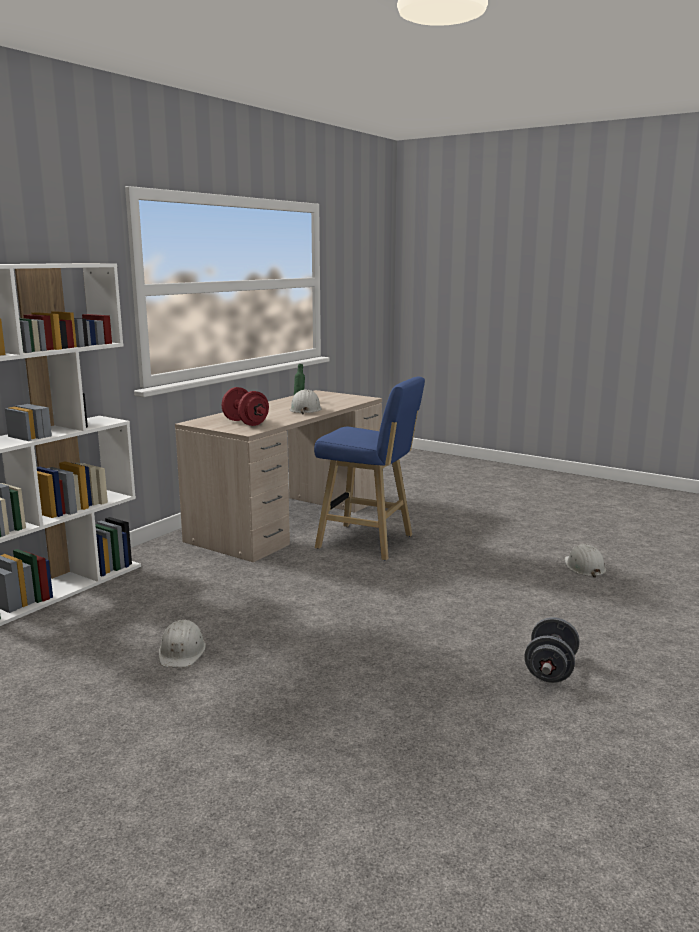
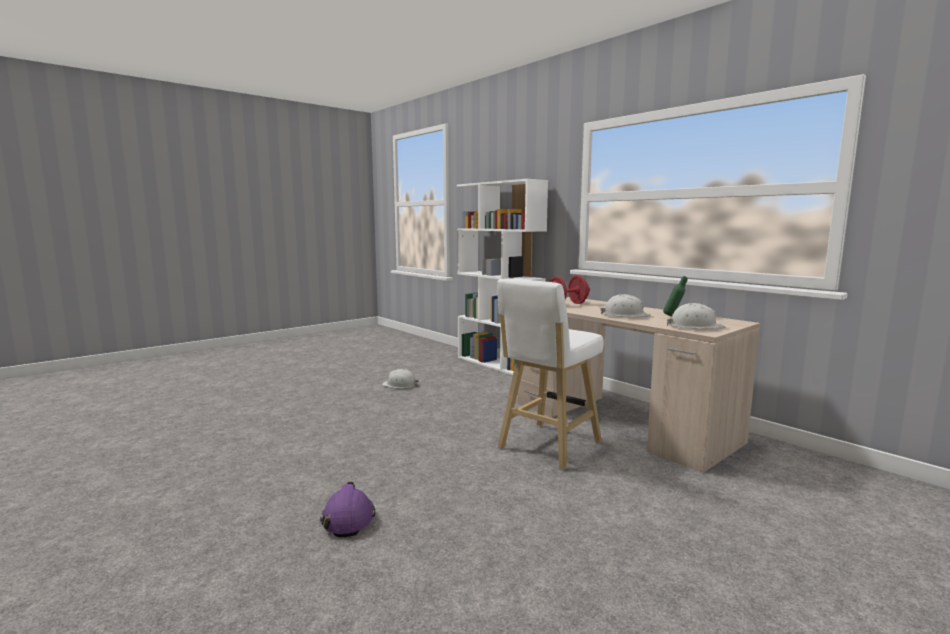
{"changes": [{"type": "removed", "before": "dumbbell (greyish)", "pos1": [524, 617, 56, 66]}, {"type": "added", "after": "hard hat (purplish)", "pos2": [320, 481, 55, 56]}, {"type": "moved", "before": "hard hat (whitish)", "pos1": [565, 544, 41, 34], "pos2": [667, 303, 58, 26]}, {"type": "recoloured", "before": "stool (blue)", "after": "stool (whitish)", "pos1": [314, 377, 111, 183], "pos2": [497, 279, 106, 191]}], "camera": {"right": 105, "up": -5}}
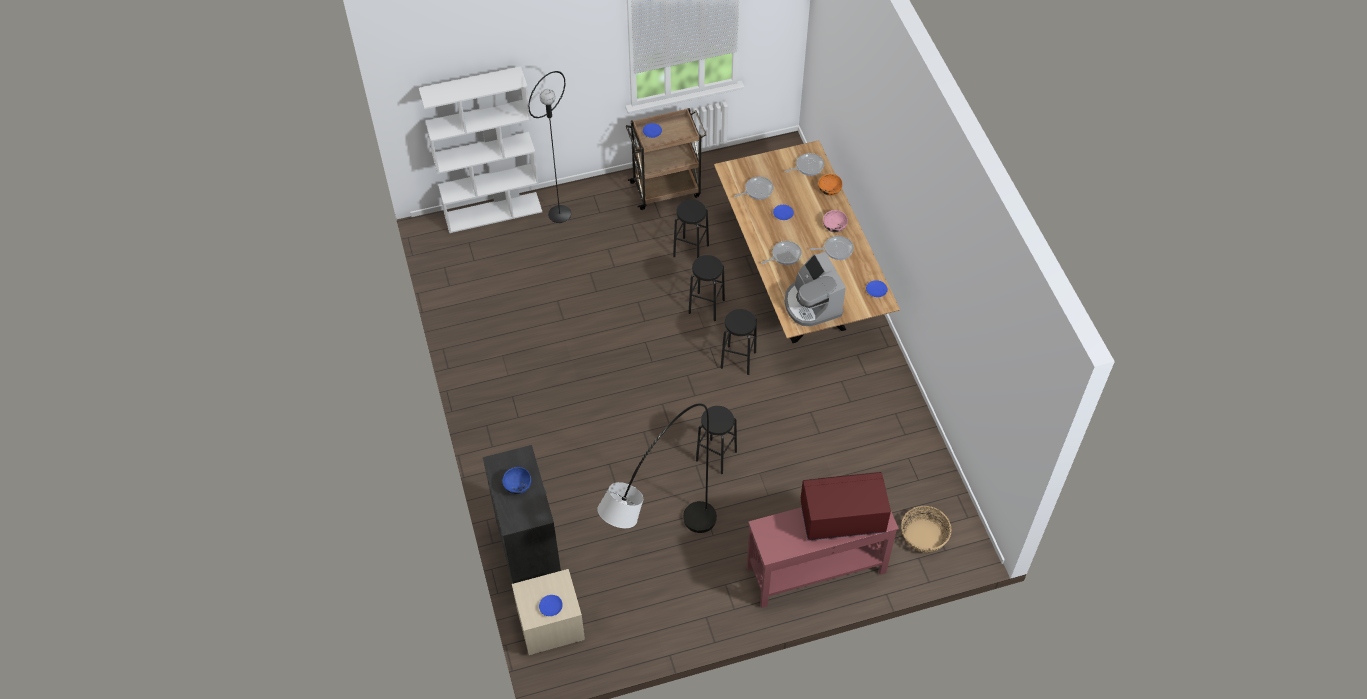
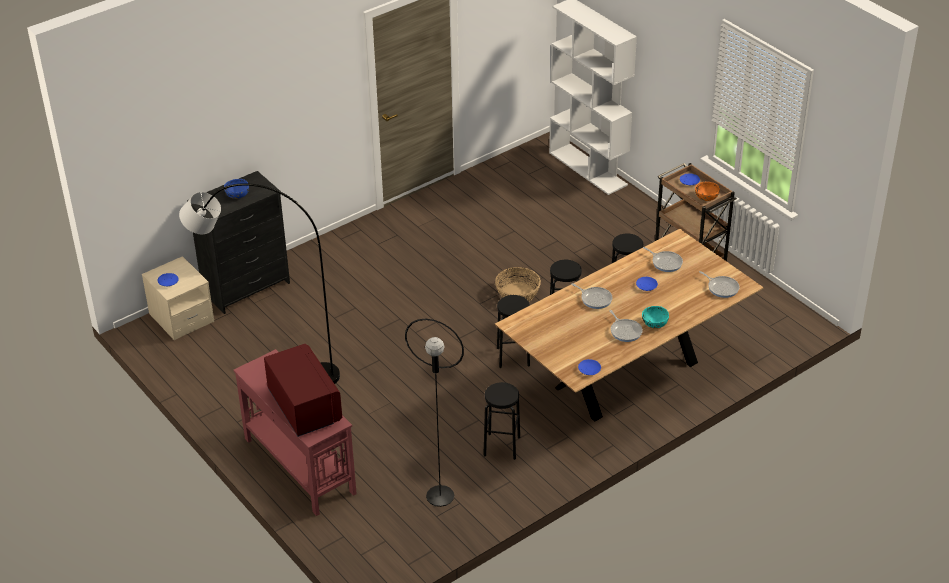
{"changes": [{"type": "removed", "before": "coffee maker", "pos1": [785, 252, 61, 74]}, {"type": "moved", "before": "floor lamp (blackish)", "pos1": [528, 71, 43, 152], "pos2": [405, 318, 59, 189]}, {"type": "moved", "before": "stool (blackish)", "pos1": [696, 406, 41, 68], "pos2": [483, 382, 37, 78]}, {"type": "moved", "before": "bowl (orange)", "pos1": [818, 174, 25, 22], "pos2": [695, 182, 25, 19]}, {"type": "moved", "before": "storage basket", "pos1": [901, 506, 51, 47], "pos2": [495, 267, 46, 35]}, {"type": "recoloured", "before": "bowl (pinkish)", "after": "bowl (turquoise)", "pos1": [823, 210, 25, 22], "pos2": [642, 306, 27, 22]}], "camera": {"right": 70, "up": -15}}
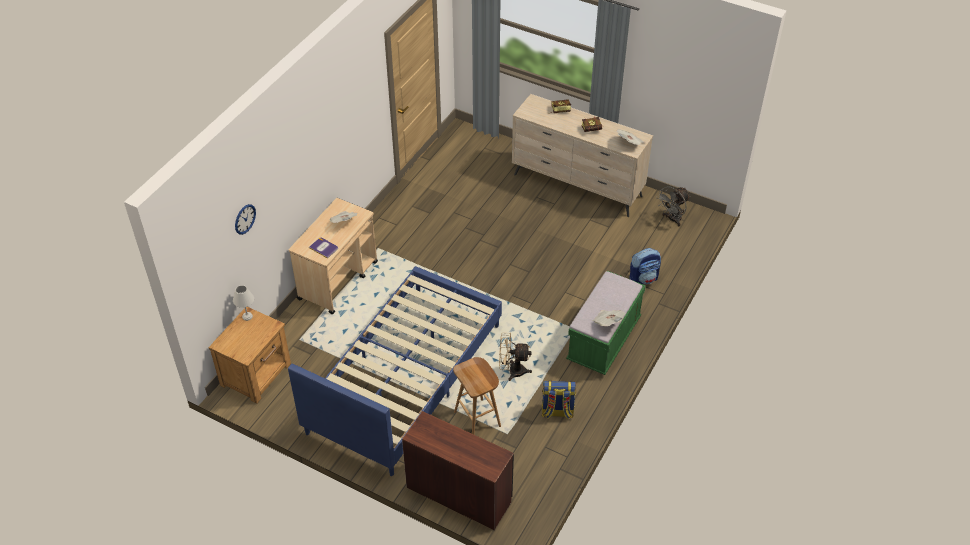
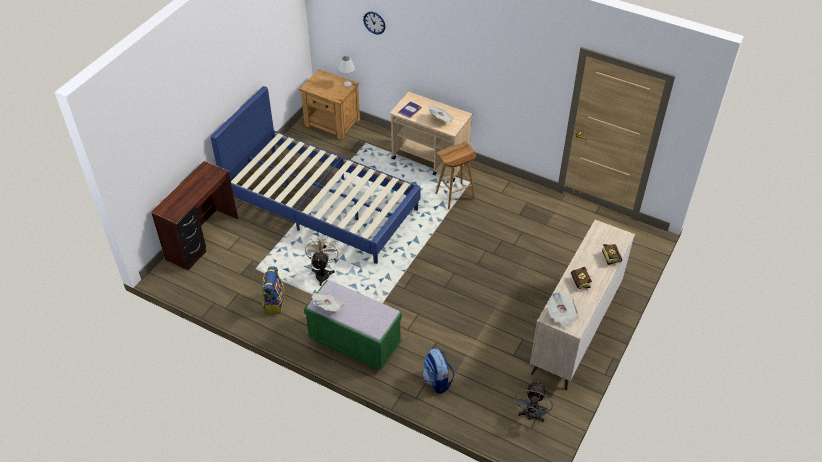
{"changes": [{"type": "moved", "before": "stool (brown-coloured)", "pos1": [453, 357, 48, 77], "pos2": [435, 141, 41, 68]}, {"type": "turned", "before": "cooling fan (greyish)", "pos1": [656, 186, 35, 40], "pos2": [513, 381, 40, 41], "turn": -120}], "camera": {"right": 90, "up": 0}}
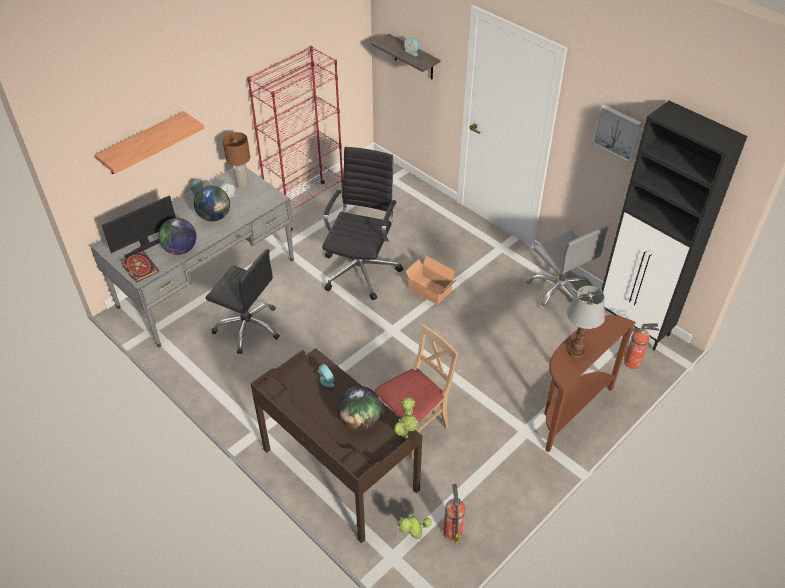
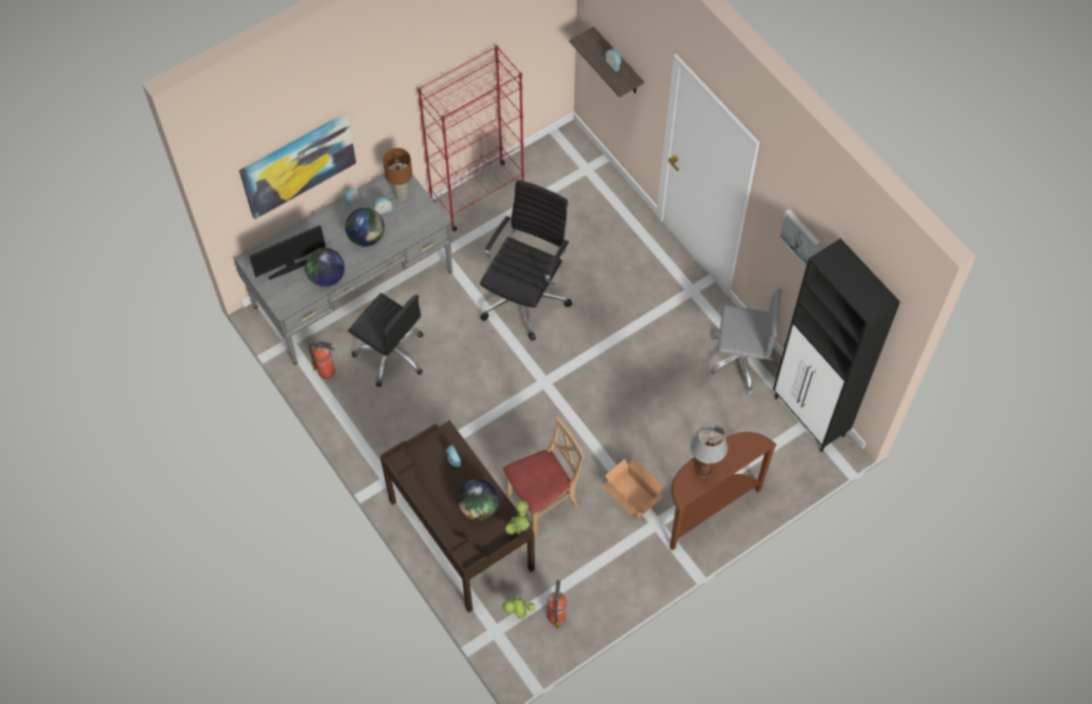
{"changes": [{"type": "removed", "before": "volume", "pos1": [120, 250, 39, 33]}, {"type": "moved", "before": "carton", "pos1": [405, 256, 51, 49], "pos2": [602, 457, 61, 62]}, {"type": "moved", "before": "extinguisher", "pos1": [622, 323, 37, 46], "pos2": [309, 341, 26, 38]}, {"type": "replaced", "before": "wall shelf", "after": "wall art", "pos1": [95, 111, 109, 63], "pos2": [239, 113, 117, 106]}, {"type": "turned", "before": "computer chair (greyish)", "pos1": [526, 226, 83, 85], "pos2": [707, 289, 74, 105], "turn": -60}], "camera": {"right": 10, "up": 15}}
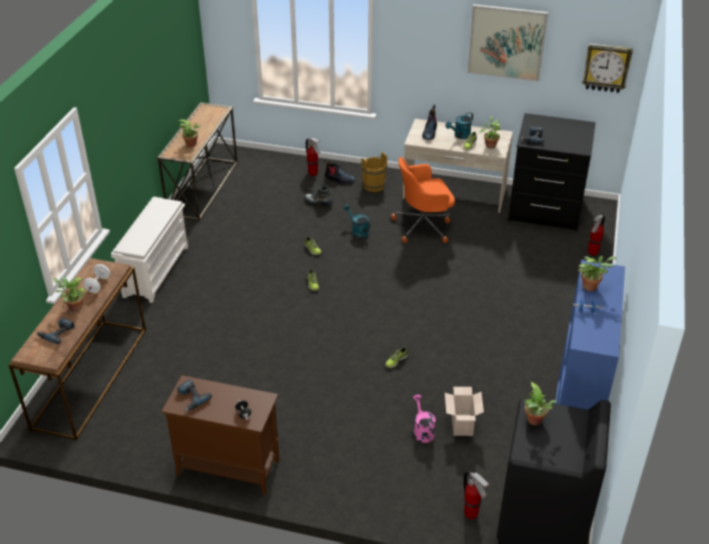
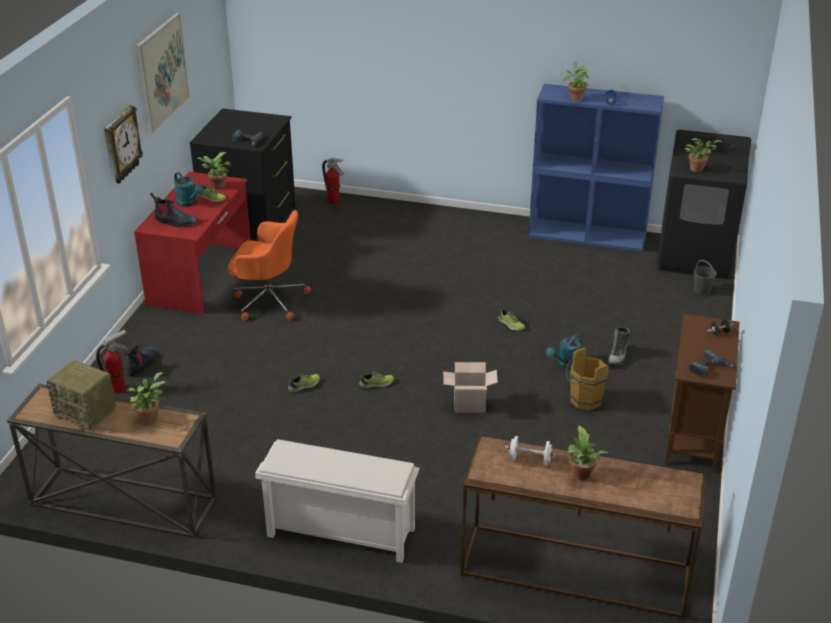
{"changes": [{"type": "removed", "before": "power drill", "pos1": [37, 317, 38, 27]}, {"type": "removed", "before": "watering pot (pinkish)", "pos1": [413, 395, 23, 48]}, {"type": "added", "after": "radio receiver", "pos2": [46, 360, 70, 70]}, {"type": "moved", "before": "high-top boot", "pos1": [304, 184, 29, 23], "pos2": [607, 327, 24, 41]}, {"type": "moved", "before": "watering pot (turquoise)", "pos1": [343, 204, 27, 34], "pos2": [546, 332, 38, 37]}, {"type": "moved", "before": "water bucket (brown-coloured)", "pos1": [360, 152, 28, 40], "pos2": [566, 347, 43, 63]}, {"type": "moved", "before": "carton", "pos1": [445, 387, 39, 49], "pos2": [443, 362, 55, 51]}, {"type": "moved", "before": "clock on the wall", "pos1": [582, 43, 51, 50], "pos2": [104, 105, 39, 79]}, {"type": "replaced", "before": "extinguisher", "after": "water bucket (greyish)", "pos1": [464, 471, 26, 48], "pos2": [694, 260, 23, 35]}, {"type": "recoloured", "before": "desk table (beige-coloured)", "after": "desk table (reddish)", "pos1": [403, 119, 110, 94], "pos2": [134, 172, 117, 142]}, {"type": "turned", "before": "computer chair (orange)", "pos1": [391, 157, 64, 86], "pos2": [228, 210, 83, 111], "turn": -60}], "camera": {"right": -90, "up": -5}}
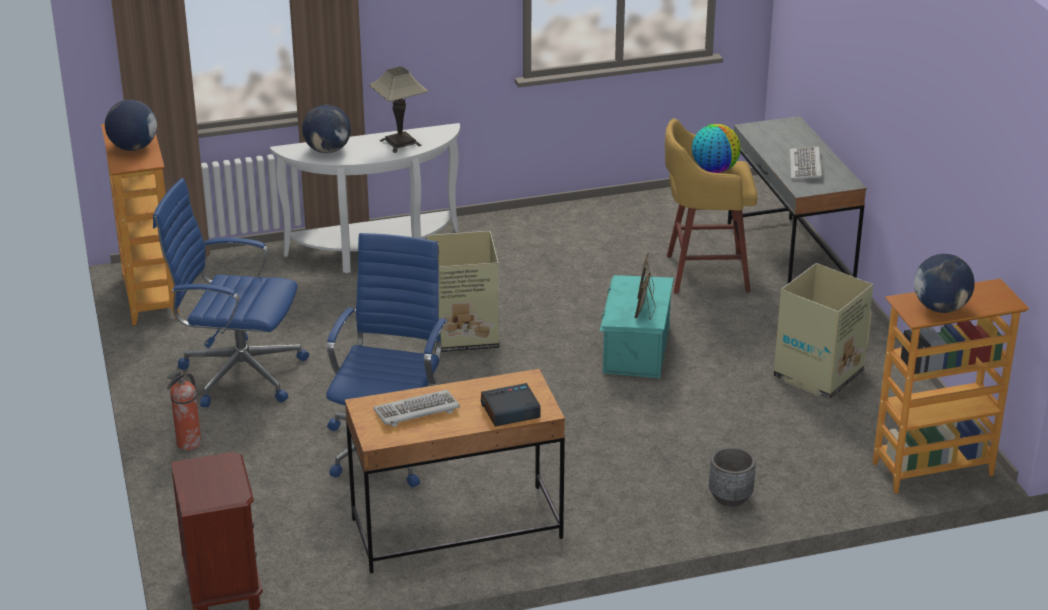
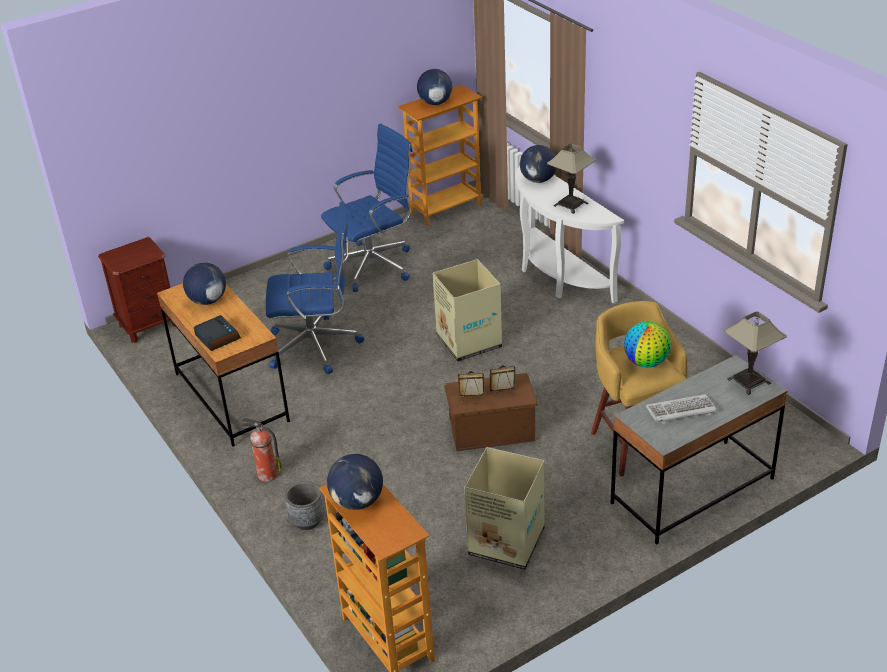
{"changes": [{"type": "added", "after": "tabletop lamp", "pos2": [724, 312, 62, 83]}, {"type": "moved", "before": "extinguisher", "pos1": [167, 370, 34, 80], "pos2": [240, 418, 42, 64]}, {"type": "replaced", "before": "computer keyboard", "after": "desk globe", "pos1": [373, 390, 87, 37], "pos2": [183, 263, 43, 42]}, {"type": "recoloured", "before": "storage bin (turquoise)", "after": "storage bin (brown-coloured)", "pos1": [600, 275, 73, 103], "pos2": [444, 373, 94, 78]}, {"type": "turned", "before": "computer chair (blue)", "pos1": [153, 178, 156, 229], "pos2": [321, 124, 91, 168], "turn": 60}], "camera": {"right": 75, "up": 5}}
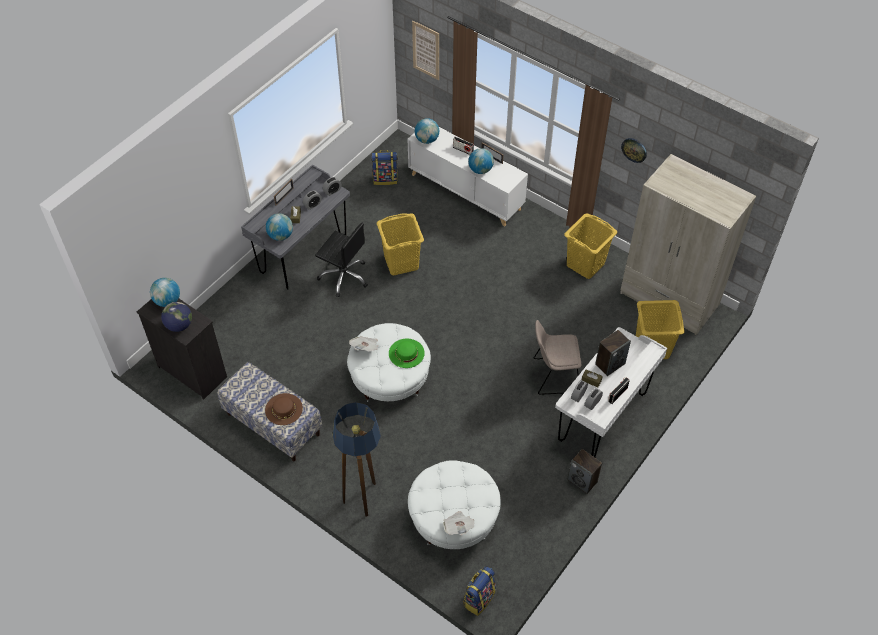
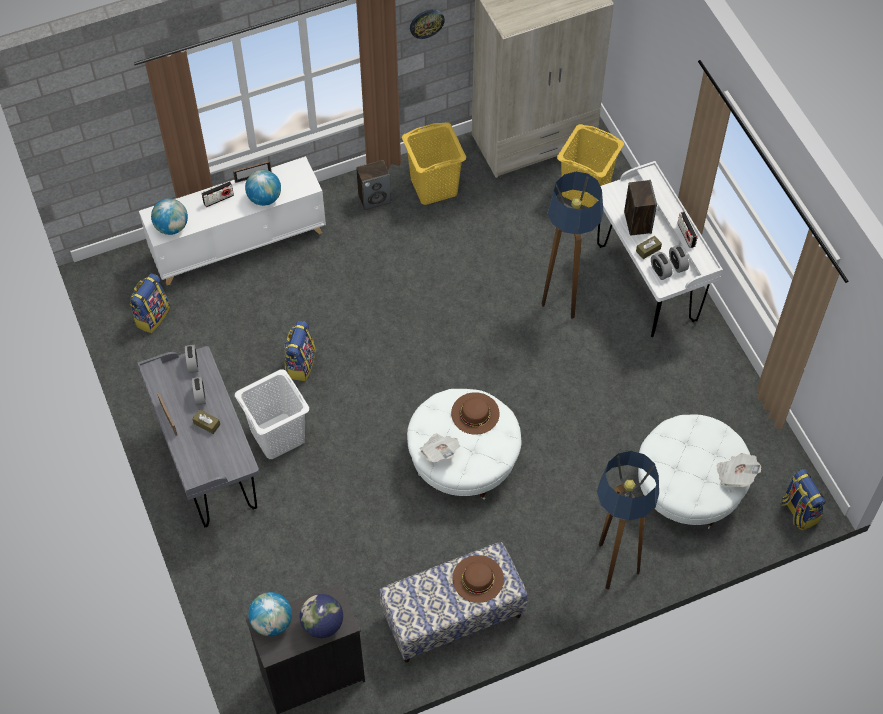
{"changes": [{"type": "removed", "before": "desk globe", "pos1": [266, 213, 27, 28]}, {"type": "removed", "before": "wall art", "pos1": [412, 21, 27, 59]}, {"type": "moved", "before": "speaker", "pos1": [568, 449, 34, 45], "pos2": [356, 160, 35, 50]}, {"type": "replaced", "before": "computer chair (blackish)", "after": "washing basket (whitish)", "pos1": [315, 223, 53, 74], "pos2": [235, 369, 74, 90]}, {"type": "replaced", "before": "washing basket (yellowish)", "after": "knapsack", "pos1": [377, 213, 47, 62], "pos2": [284, 321, 32, 60]}, {"type": "replaced", "before": "plain chair (beige-coloured)", "after": "floor lamp", "pos1": [534, 320, 47, 75], "pos2": [542, 172, 61, 147]}, {"type": "recoloured", "before": "hat (greenish)", "after": "hat (brown-coloured)", "pos1": [389, 339, 36, 29], "pos2": [451, 392, 49, 43]}], "camera": {"right": -60, "up": 5}}
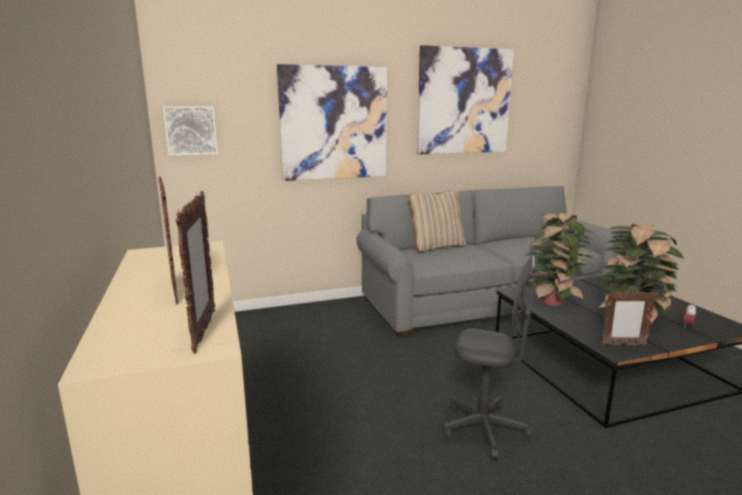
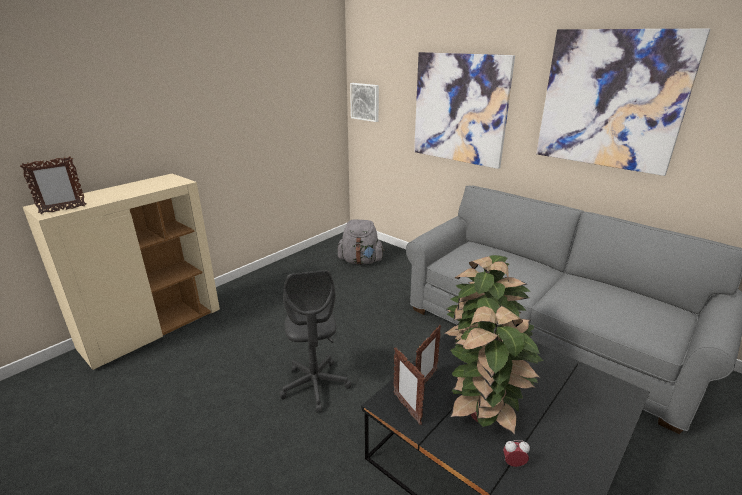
{"changes": [{"type": "removed", "before": "pillow (beige-coloured)", "pos1": [409, 190, 57, 62]}, {"type": "added", "after": "knapsack (greyish)", "pos2": [338, 219, 46, 45]}, {"type": "moved", "before": "photo frame", "pos1": [158, 177, 20, 127], "pos2": [416, 325, 25, 61]}], "camera": {"right": 60, "up": 10}}
